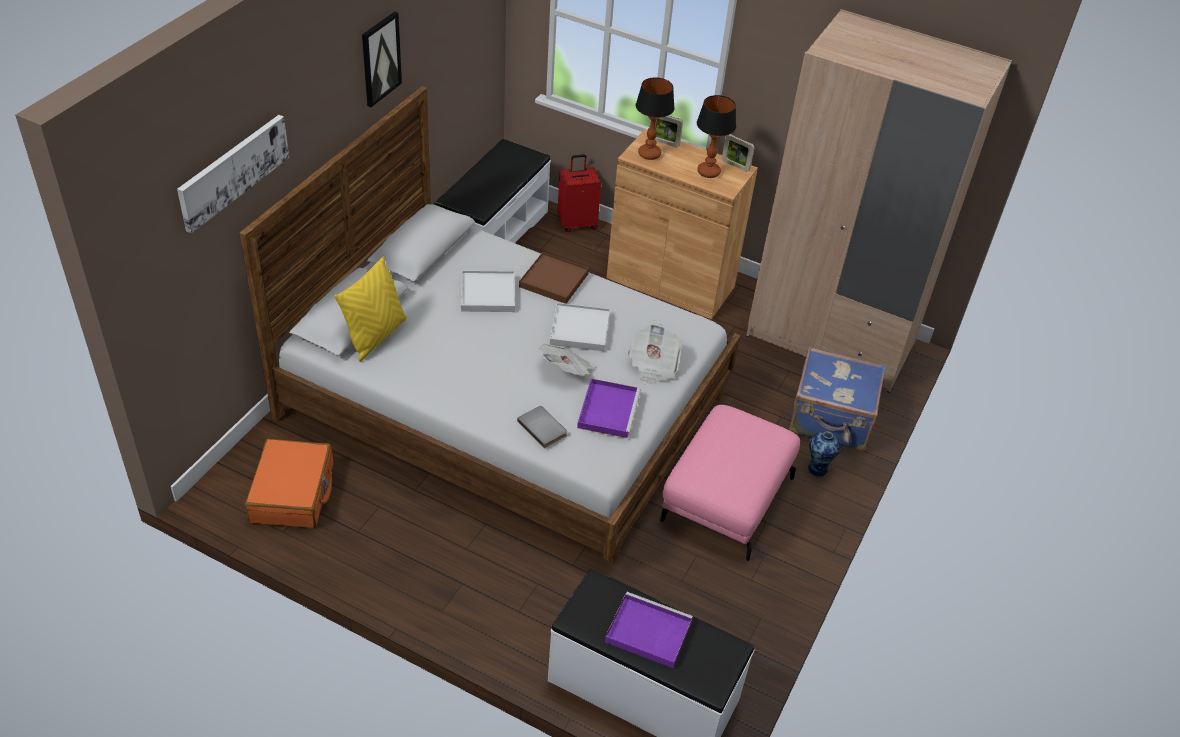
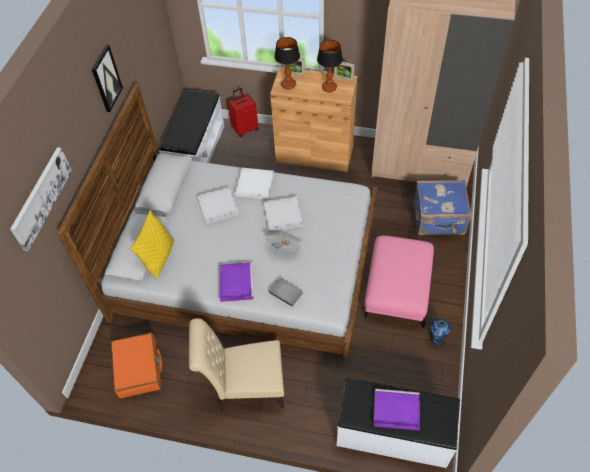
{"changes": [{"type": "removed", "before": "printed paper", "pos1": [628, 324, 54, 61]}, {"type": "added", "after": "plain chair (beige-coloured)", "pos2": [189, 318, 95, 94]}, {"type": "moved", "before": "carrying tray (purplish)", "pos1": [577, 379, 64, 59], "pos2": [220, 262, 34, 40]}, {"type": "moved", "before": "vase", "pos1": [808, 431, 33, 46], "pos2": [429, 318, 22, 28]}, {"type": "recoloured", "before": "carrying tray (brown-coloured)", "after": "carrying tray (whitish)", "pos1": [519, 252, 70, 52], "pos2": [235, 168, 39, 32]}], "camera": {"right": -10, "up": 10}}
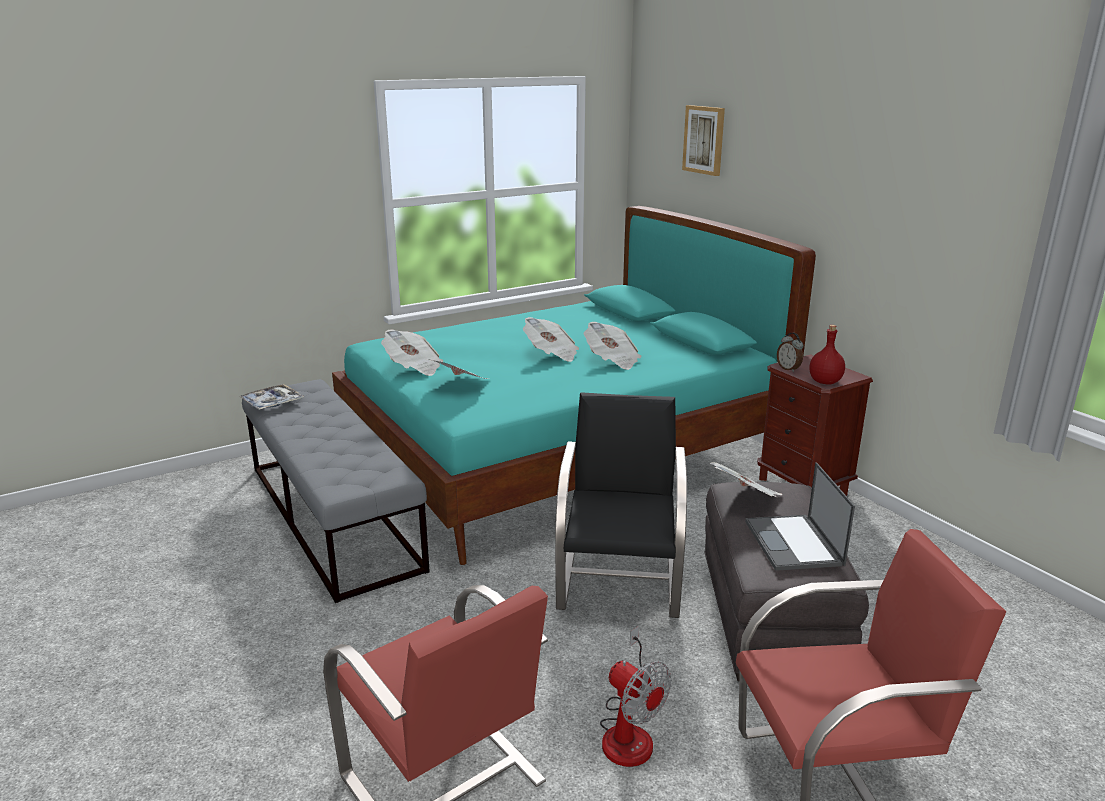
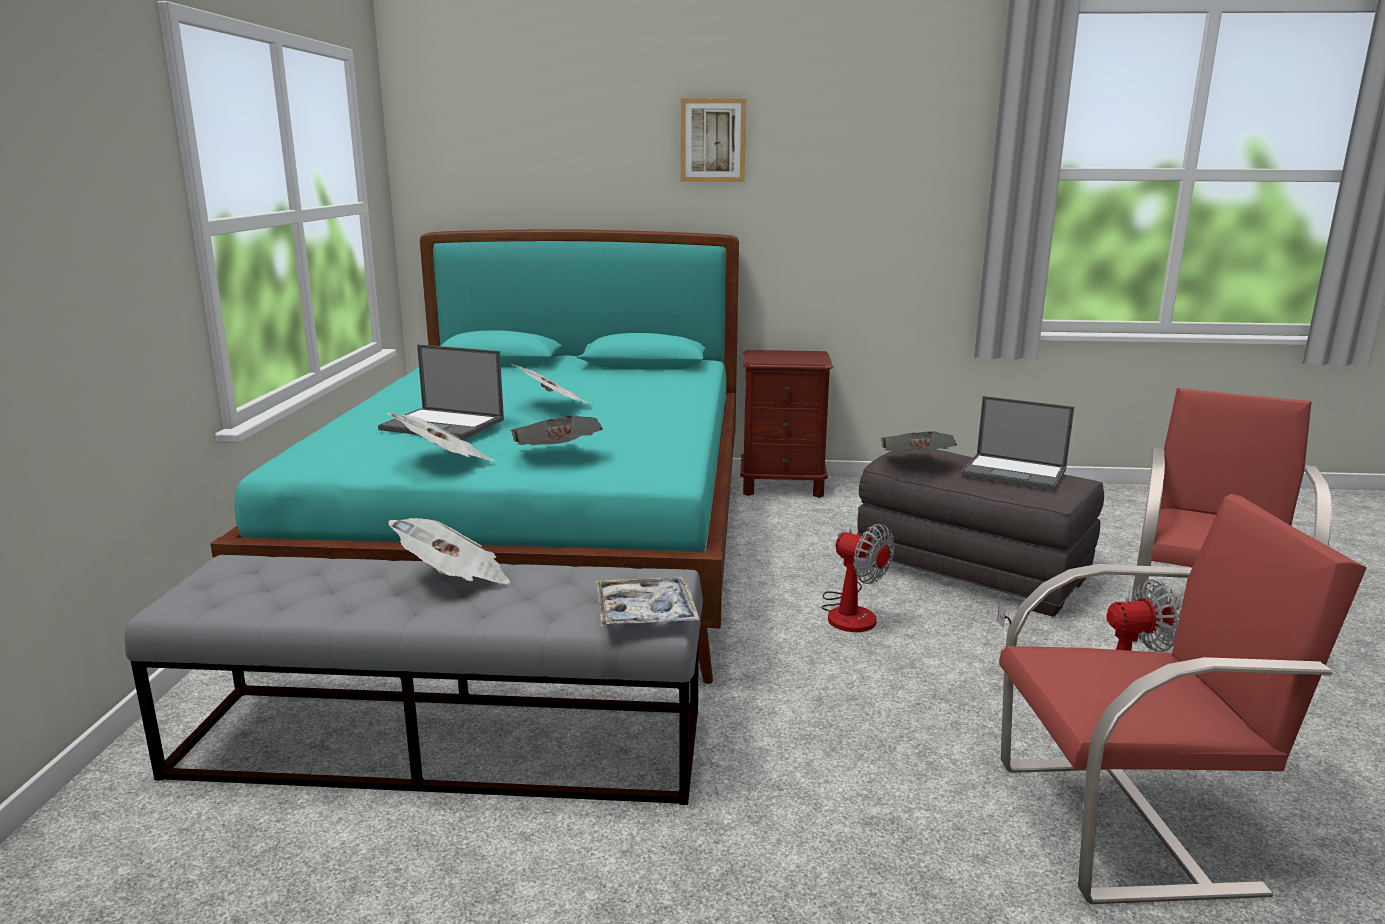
{"changes": [{"type": "removed", "before": "bedside clock", "pos1": [777, 333, 27, 39]}, {"type": "removed", "before": "beverage bottle (reddish)", "pos1": [809, 325, 36, 60]}, {"type": "added", "after": "notebook computer", "pos2": [378, 344, 126, 96]}, {"type": "moved", "before": "carrying tray", "pos1": [238, 384, 66, 26], "pos2": [596, 577, 104, 49]}, {"type": "moved", "before": "printed paper", "pos1": [584, 322, 58, 48], "pos2": [388, 518, 123, 66]}, {"type": "moved", "before": "wall art", "pos1": [682, 105, 43, 71], "pos2": [681, 98, 65, 84]}, {"type": "replaced", "before": "plain chair (blackish)", "after": "cooling fan", "pos1": [555, 392, 132, 226], "pos2": [821, 524, 73, 108]}], "camera": {"right": -55, "up": -5}}
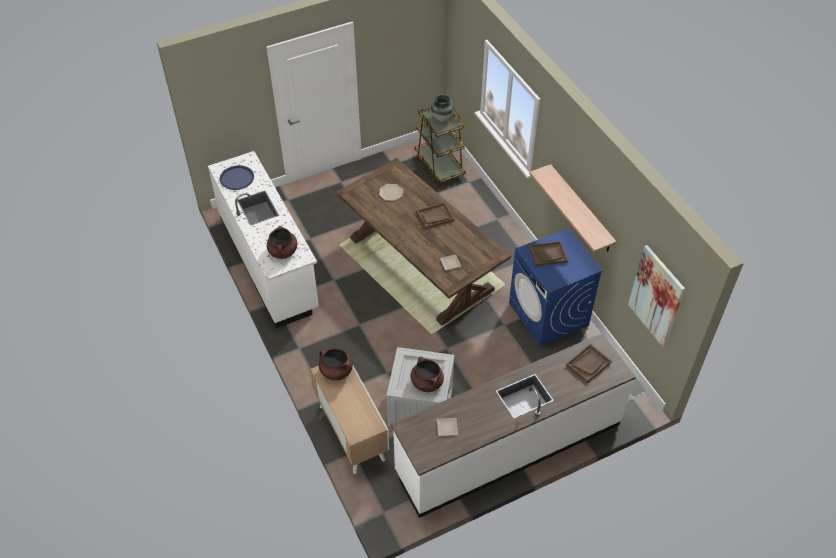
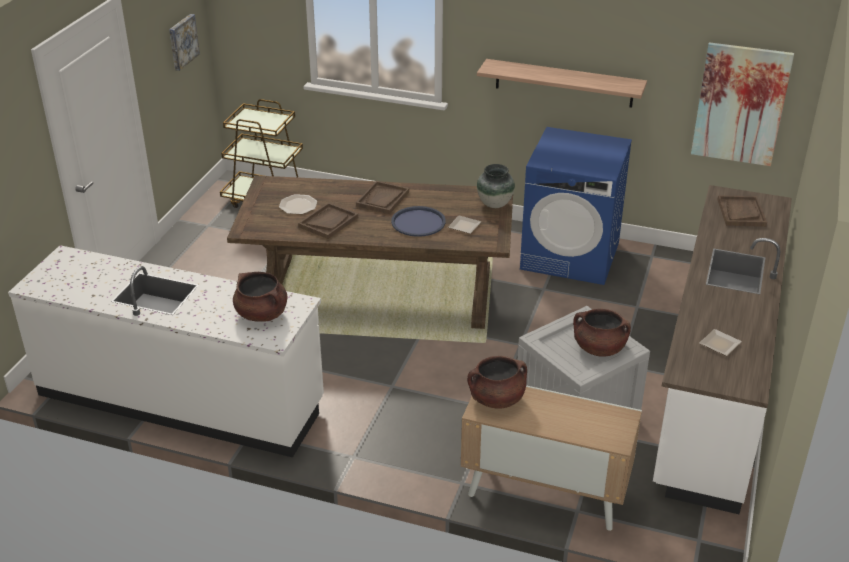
{"changes": [{"type": "added", "after": "wall art", "pos2": [169, 14, 31, 57]}, {"type": "moved", "before": "carrying tray (blue)", "pos1": [220, 165, 34, 25], "pos2": [391, 206, 55, 31]}, {"type": "moved", "before": "vase", "pos1": [431, 95, 23, 26], "pos2": [477, 164, 38, 44]}, {"type": "moved", "before": "carrying tray (brown-coloured)", "pos1": [529, 241, 39, 26], "pos2": [298, 202, 60, 37]}], "camera": {"right": -45, "up": -15}}
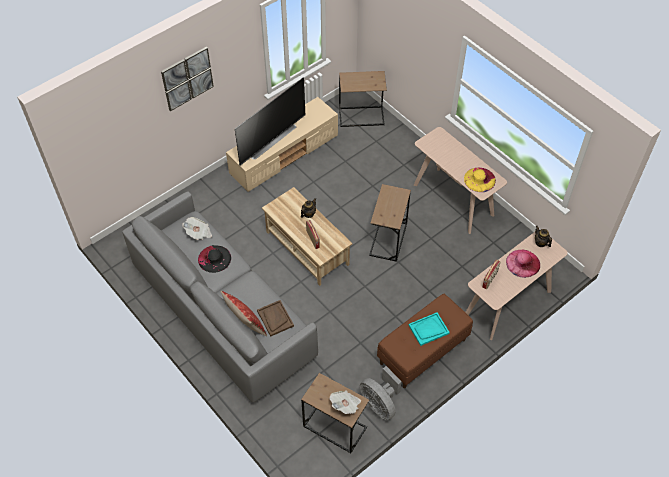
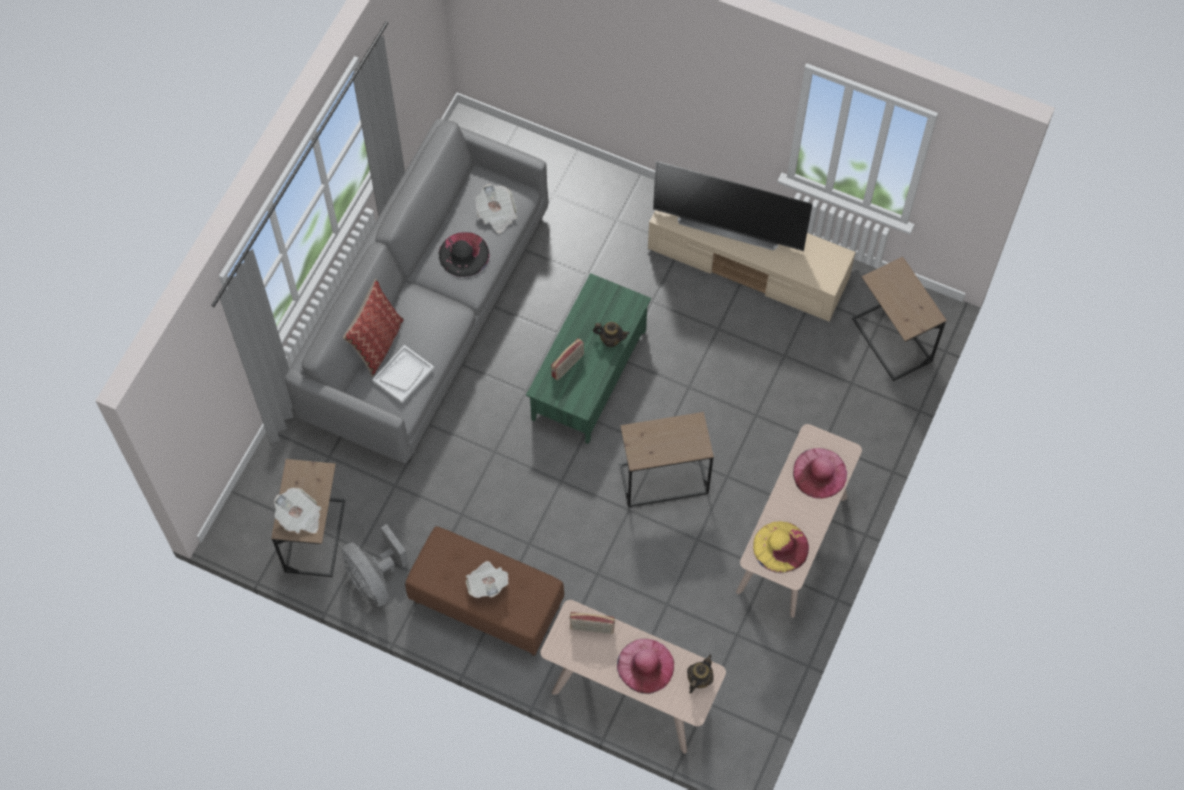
{"changes": [{"type": "removed", "before": "wall art", "pos1": [161, 47, 53, 64]}, {"type": "added", "after": "hat (pinkish)", "pos2": [793, 448, 54, 51]}, {"type": "replaced", "before": "carrying tray (turquoise)", "after": "printed paper", "pos1": [409, 312, 41, 34], "pos2": [466, 561, 43, 37]}, {"type": "recoloured", "before": "carrying tray (brown-coloured)", "after": "carrying tray (whitish)", "pos1": [257, 300, 37, 36], "pos2": [372, 345, 62, 59]}, {"type": "recoloured", "before": "coffee table (beige-coloured)", "after": "coffee table (greenish)", "pos1": [262, 187, 91, 99], "pos2": [526, 273, 125, 171]}, {"type": "turned", "before": "cooling fan (greyish)", "pos1": [360, 366, 42, 54], "pos2": [341, 524, 68, 83], "turn": -60}], "camera": {"right": 65, "up": 10}}
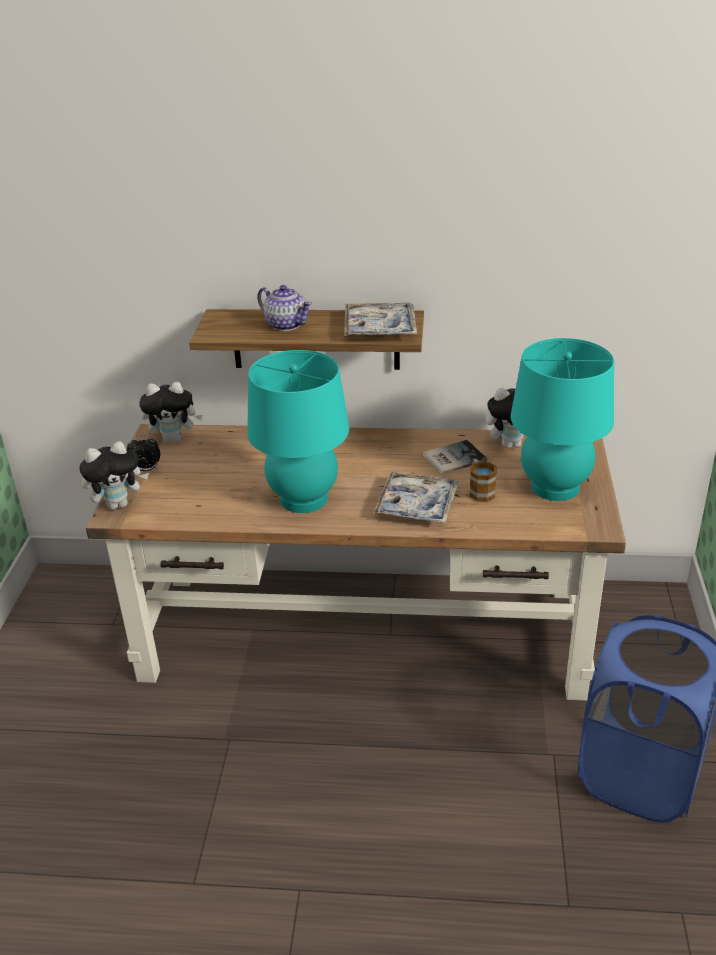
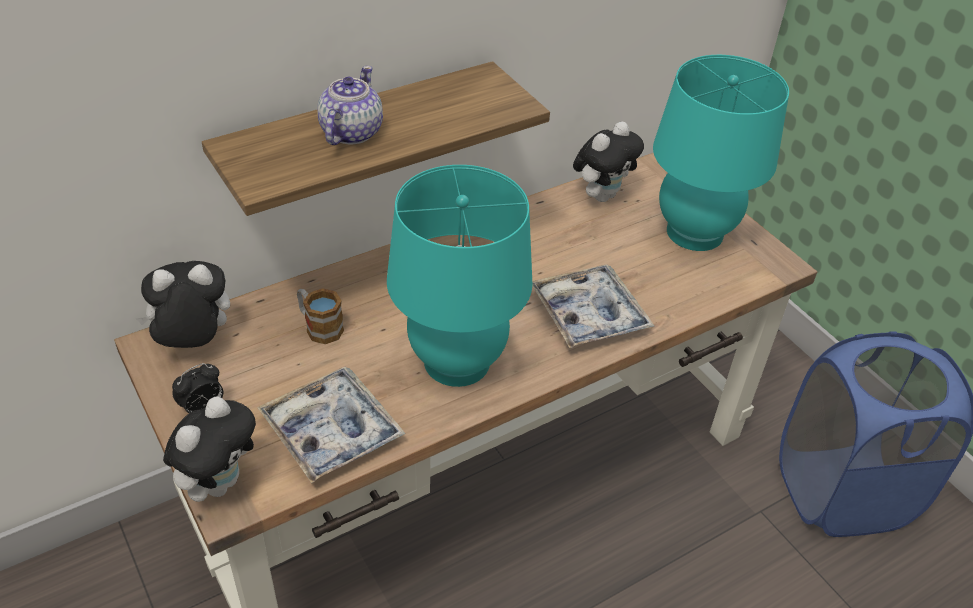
{"changes": [{"type": "removed", "before": "volume", "pos1": [423, 440, 64, 34]}, {"type": "moved", "before": "carrying tray", "pos1": [345, 303, 72, 33], "pos2": [257, 367, 148, 116]}, {"type": "moved", "before": "tea mug", "pos1": [469, 459, 28, 43], "pos2": [297, 288, 47, 56]}, {"type": "turned", "before": "cuddly toy", "pos1": [139, 382, 64, 61], "pos2": [136, 261, 94, 87], "turn": -150}, {"type": "turned", "before": "tea pot", "pos1": [257, 285, 55, 46], "pos2": [317, 66, 66, 79], "turn": -75}], "camera": {"right": -40, "up": 10}}
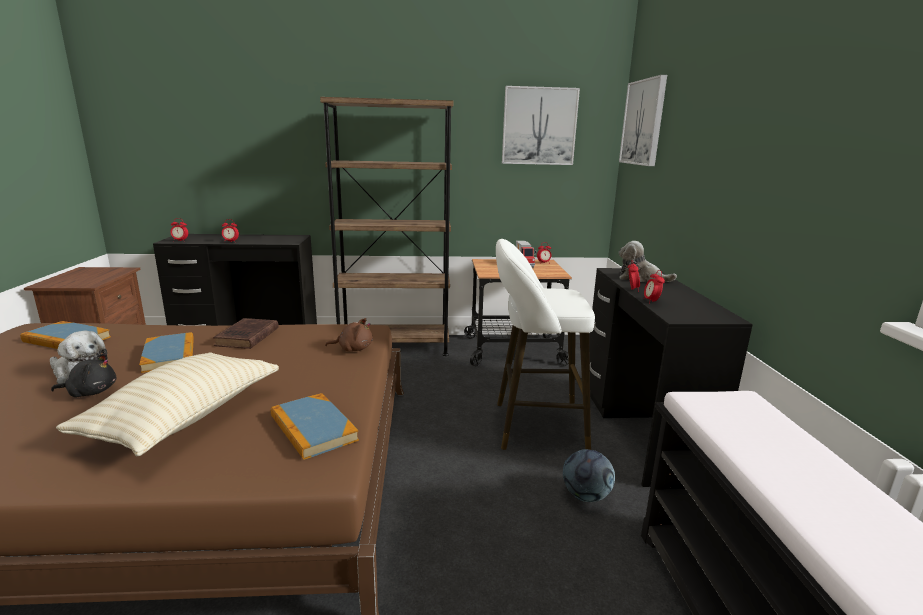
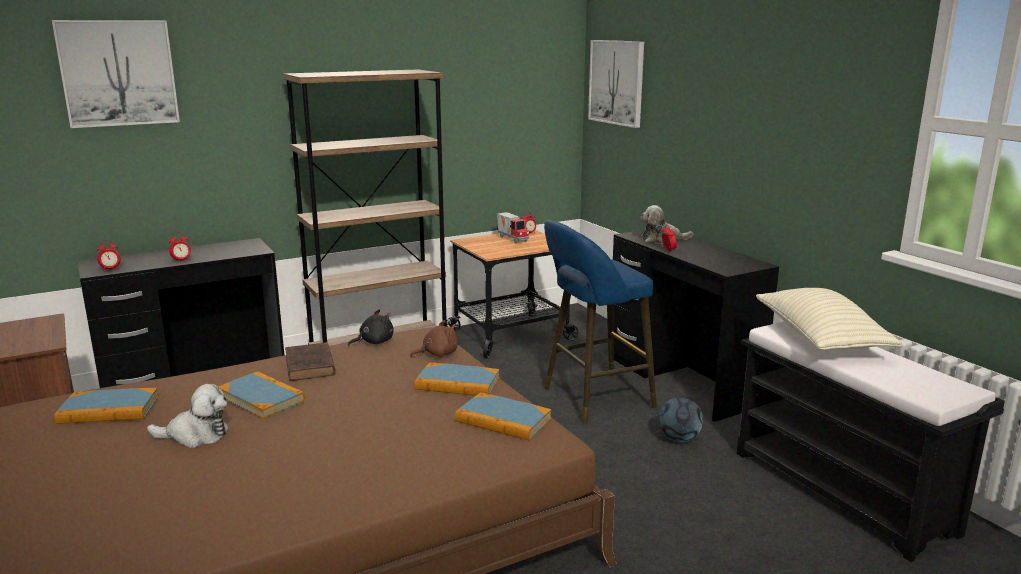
{"changes": [{"type": "removed", "before": "bedside clock", "pos1": [643, 270, 22, 34]}, {"type": "added", "after": "volume", "pos2": [415, 362, 84, 34]}, {"type": "moved", "before": "cuddly toy (blackish)", "pos1": [51, 353, 65, 44], "pos2": [348, 309, 46, 37]}, {"type": "moved", "before": "pillow (beige-coloured)", "pos1": [56, 352, 223, 104], "pos2": [756, 288, 146, 62]}, {"type": "moved", "before": "wall art", "pos1": [502, 86, 78, 79], "pos2": [52, 20, 128, 108]}, {"type": "recoloured", "before": "stool (whitish)", "after": "stool (blue)", "pos1": [496, 239, 99, 211], "pos2": [544, 220, 113, 204]}], "camera": {"right": -25, "up": 0}}
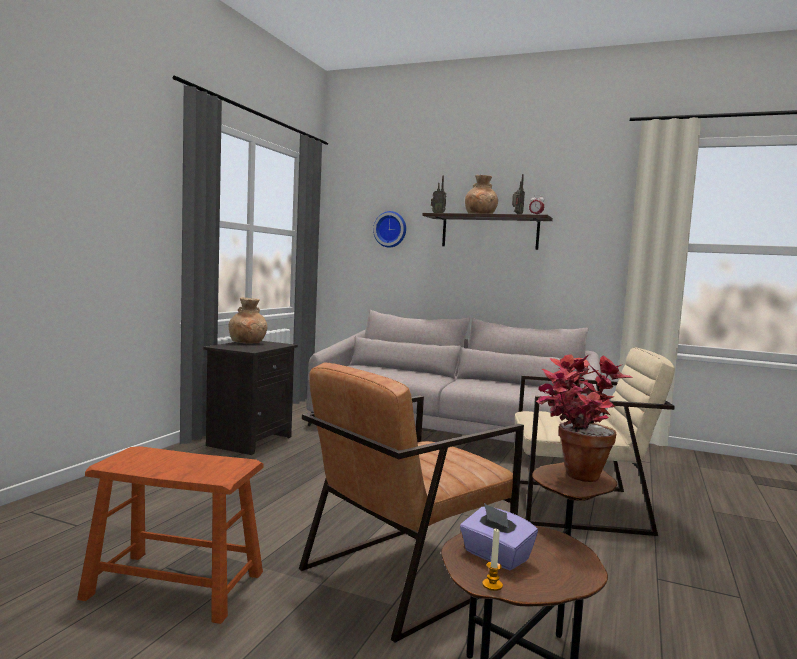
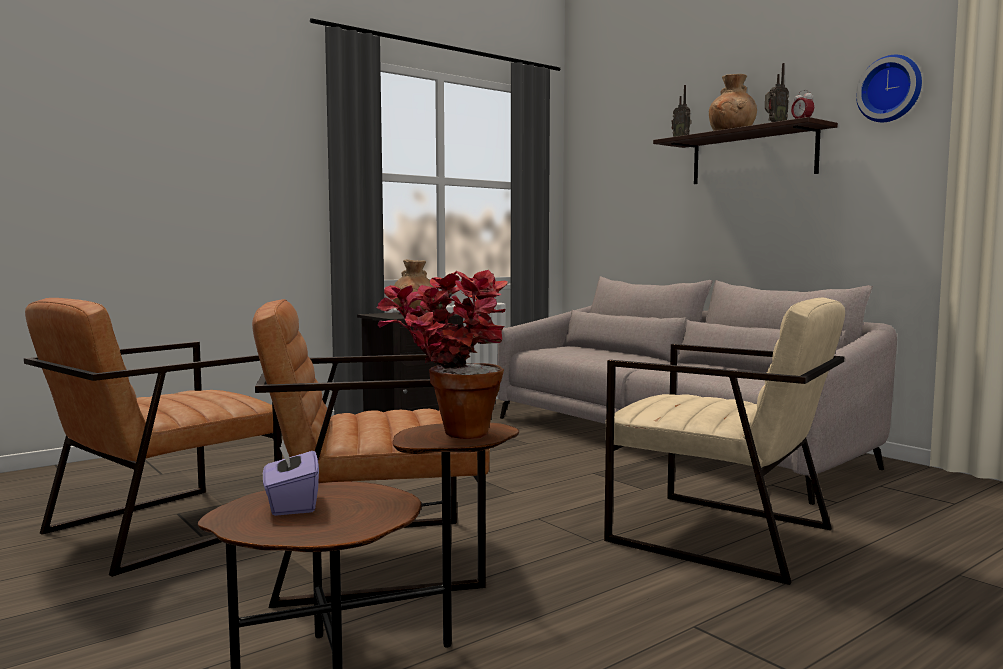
{"changes": [{"type": "removed", "before": "wax candle", "pos1": [483, 528, 20, 63]}, {"type": "moved", "before": "clock on the wall", "pos1": [373, 211, 33, 37], "pos2": [856, 55, 66, 67]}, {"type": "replaced", "before": "stool (brown-coloured)", "after": "armchair (brown-coloured)", "pos1": [77, 446, 187, 178], "pos2": [24, 298, 258, 279]}], "camera": {"right": 30, "up": 0}}
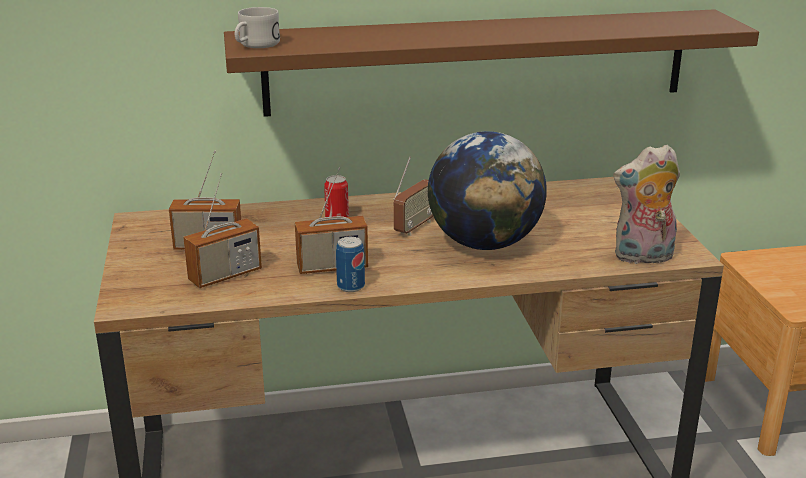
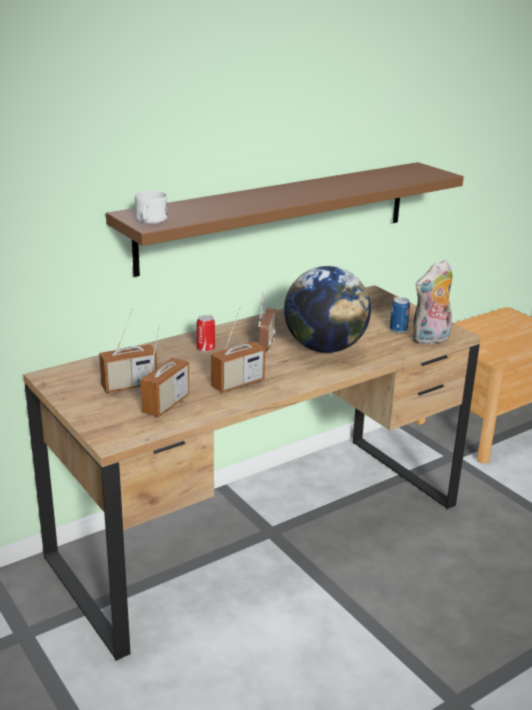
{"changes": [{"type": "moved", "before": "can", "pos1": [336, 237, 29, 55], "pos2": [390, 297, 20, 36]}], "camera": {"right": -25, "up": 0}}
